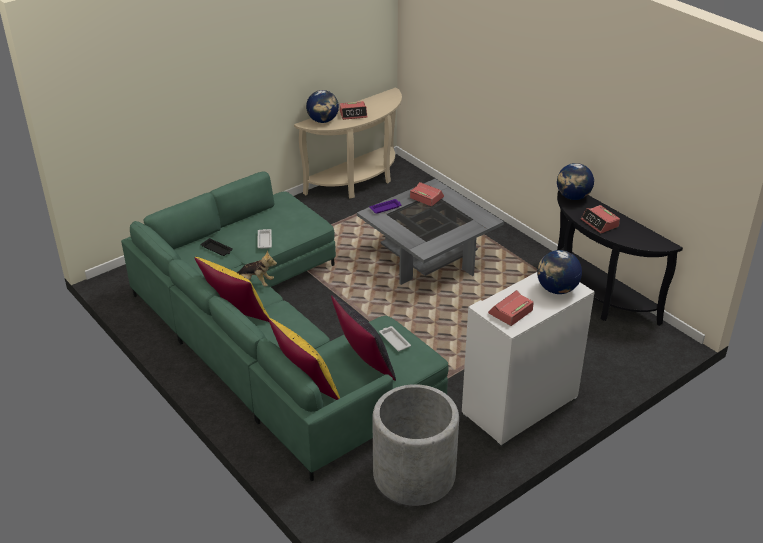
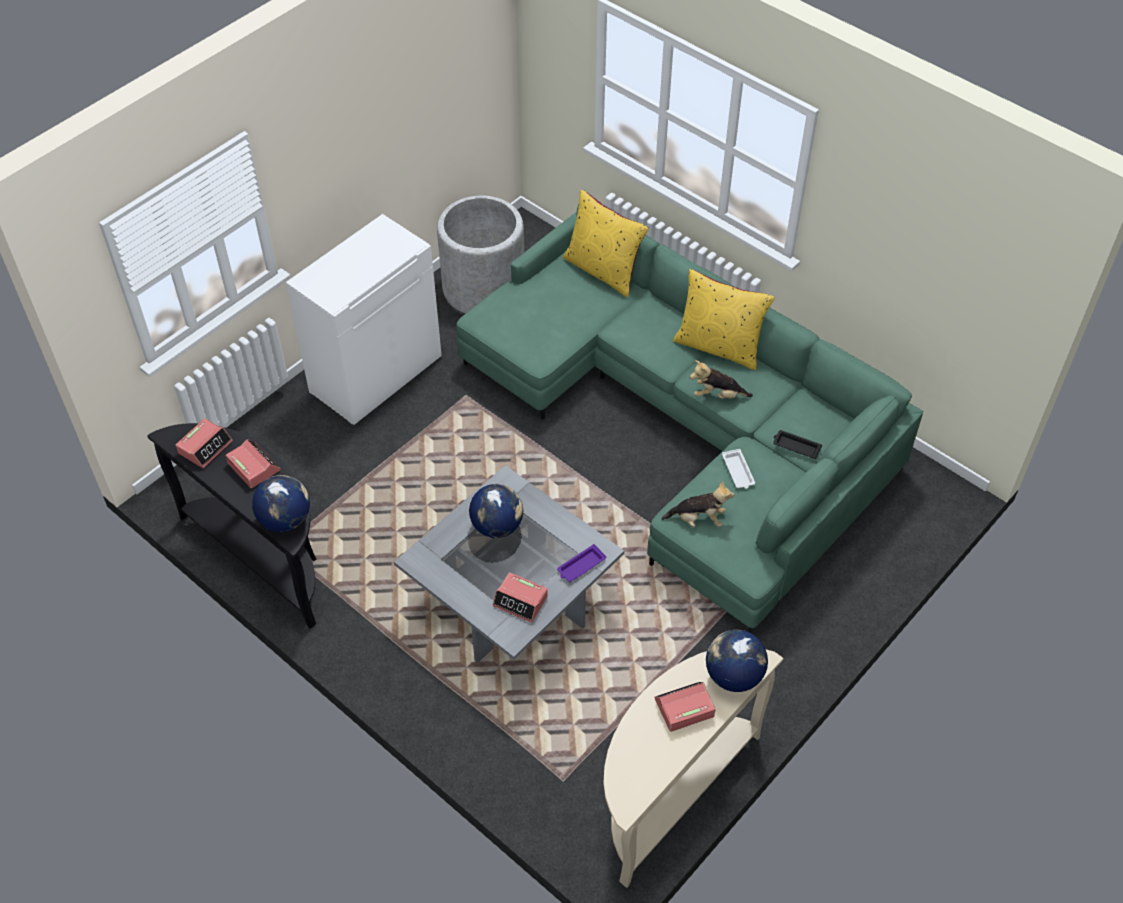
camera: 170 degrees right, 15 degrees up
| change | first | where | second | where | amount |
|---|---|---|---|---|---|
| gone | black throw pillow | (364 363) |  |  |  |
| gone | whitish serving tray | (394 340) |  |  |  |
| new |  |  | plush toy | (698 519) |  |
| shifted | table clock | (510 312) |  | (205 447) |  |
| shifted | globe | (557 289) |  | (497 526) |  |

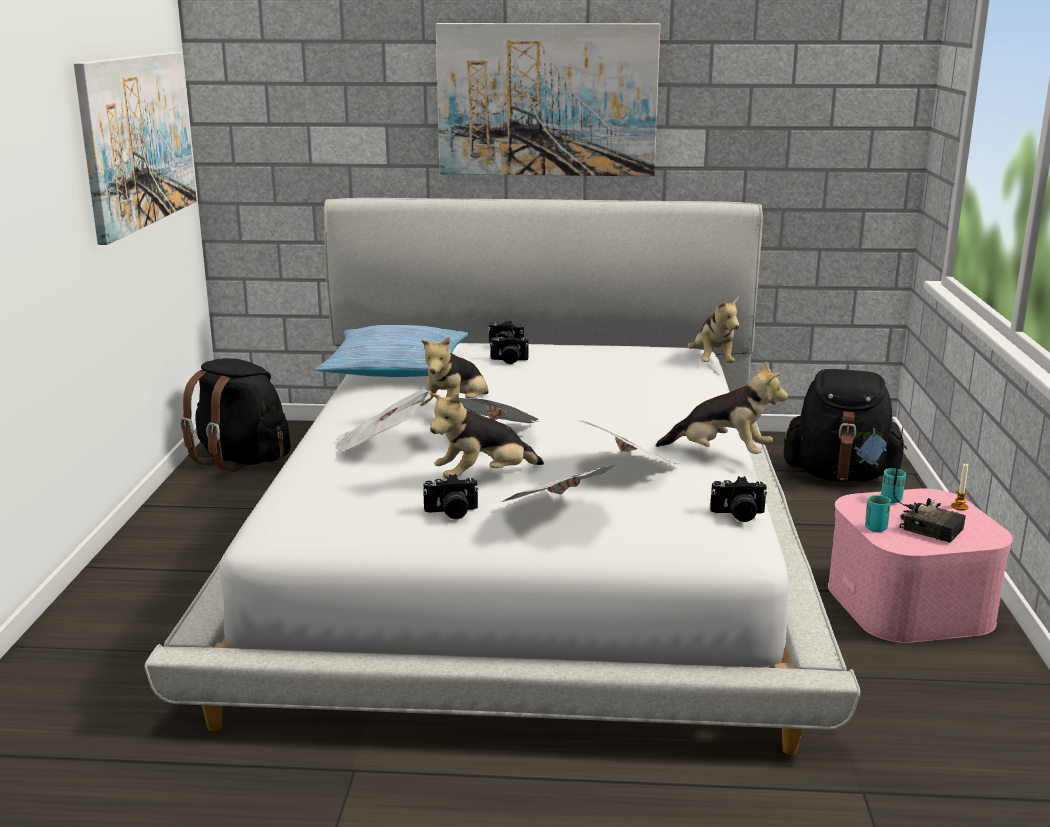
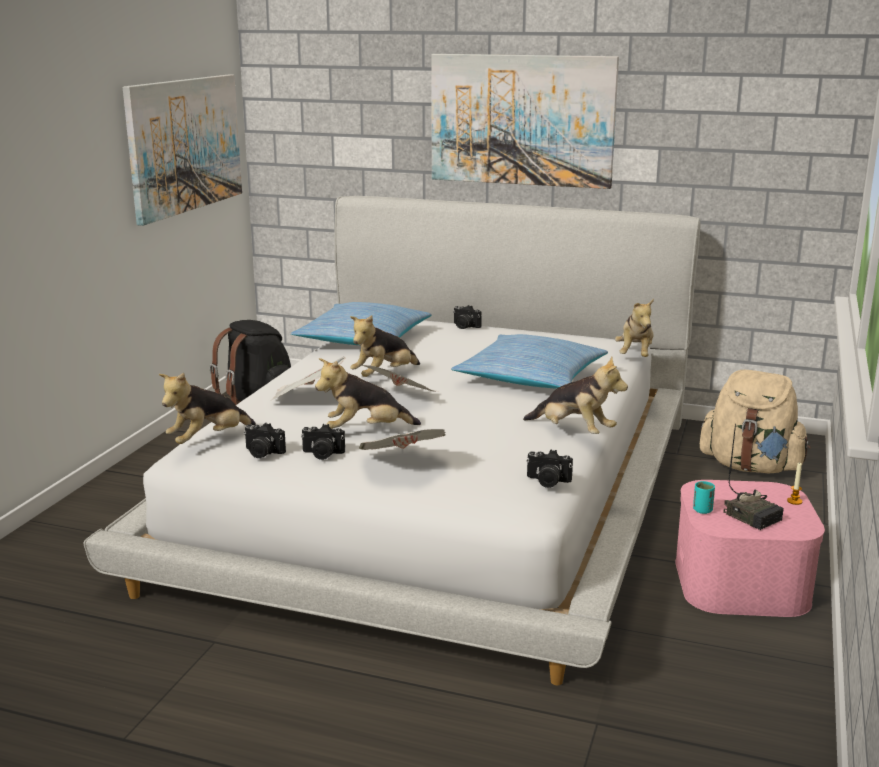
camera: 15 degrees right, 0 degrees up
| change | first | where | second | where | amount |
|---|---|---|---|---|---|
| gone | printed paper | (628 469) |  |  |  |
| gone | turquoise cup | (891 500) |  |  |  |
| new |  |  | plush toy | (208 440) |  |
| new |  |  | throw pillow | (530 377) |  |
| shifted | photo camera | (508 361) |  | (262 453) |  |
| repainted | black knapsack | (840 475) | beige-coloured knapsack | (751 467) |  |

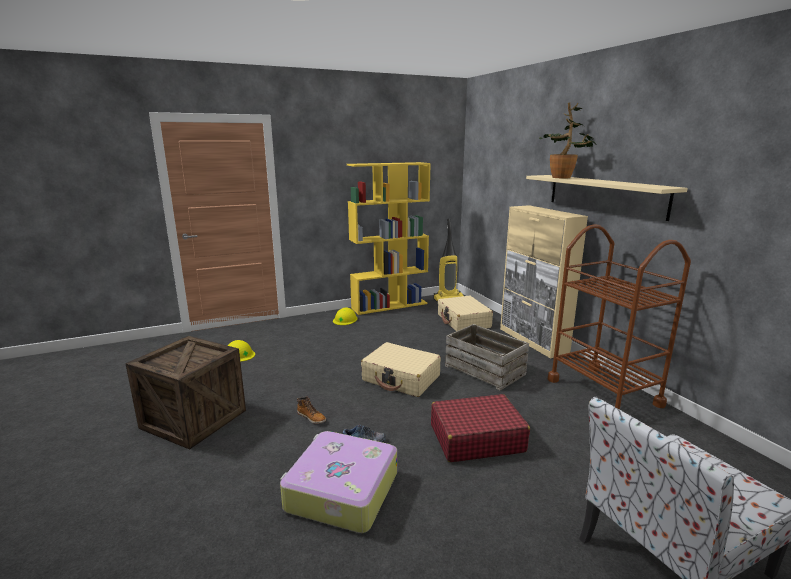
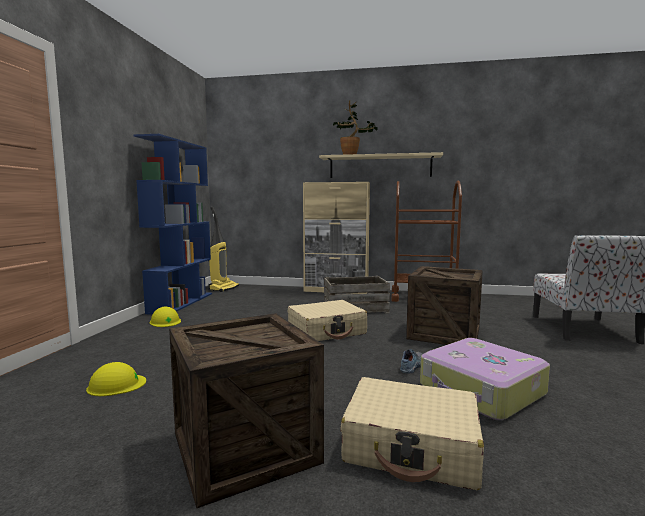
camera: 55 degrees left, 10 degrees down
| change | first | where | second | where | amount |
|---|---|---|---|---|---|
| gone | tall boot | (312 417) |  |  |  |
| shifted | beige-coloured piece of luggage | (463 321) |  | (412 447) |  |
| swapped | red-coloured piece of luggage | (476 438) | shipping crate | (444 333) |  |
| repainted | yellow-coloured shelving unit | (389 305) | blue-coloured shelving unit | (181 303) |  |

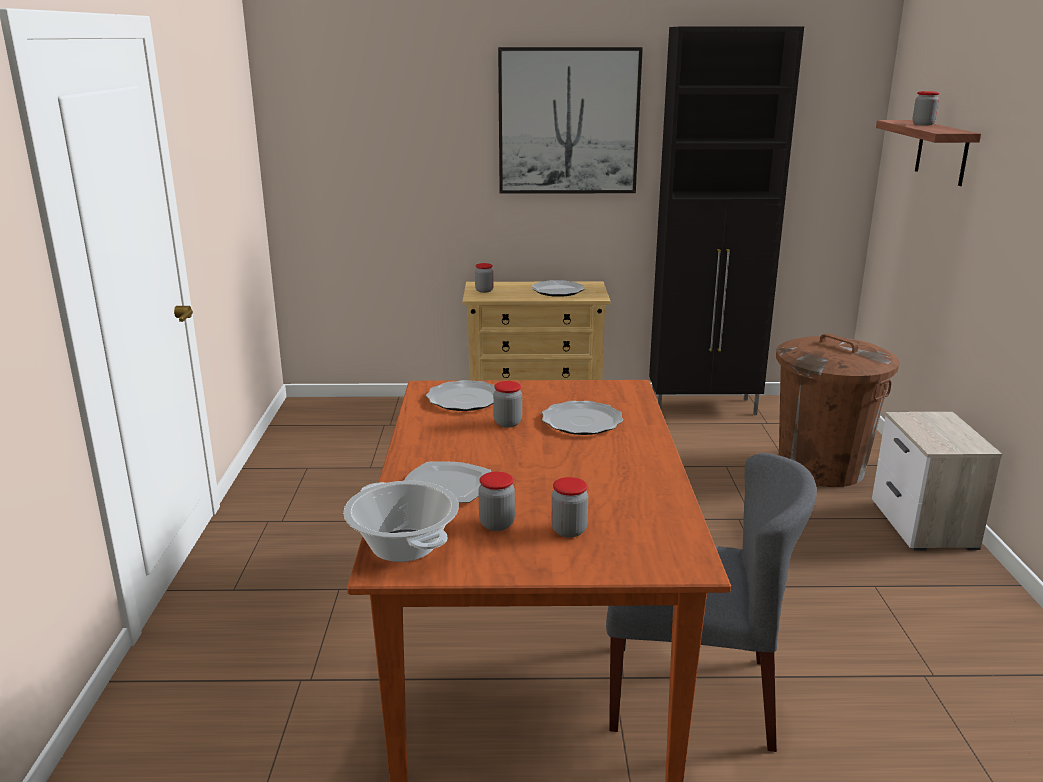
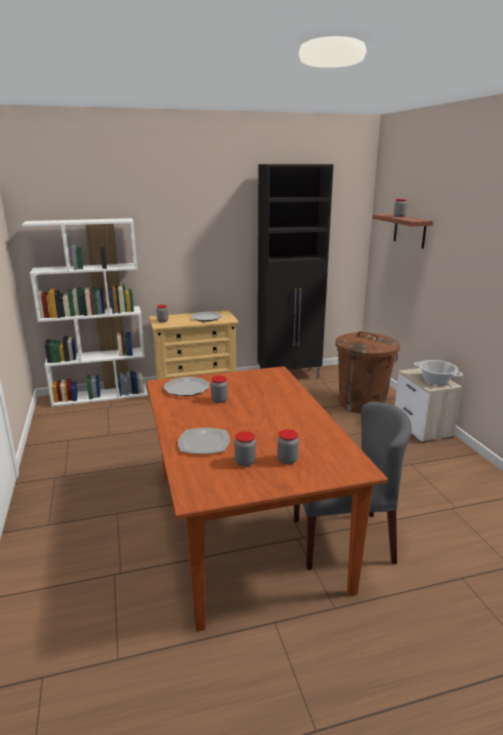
camera: 15 degrees left, 0 degrees up
| change | first | where | second | where | amount |
|---|---|---|---|---|---|
| gone | wall picture | (568 121) |  |  |  |
| gone | plate | (582 421) |  |  |  |
| new |  |  | whitish shelving unit | (101 395) |  |
| shifted | saucepot | (403 546) |  | (435 380) |  |

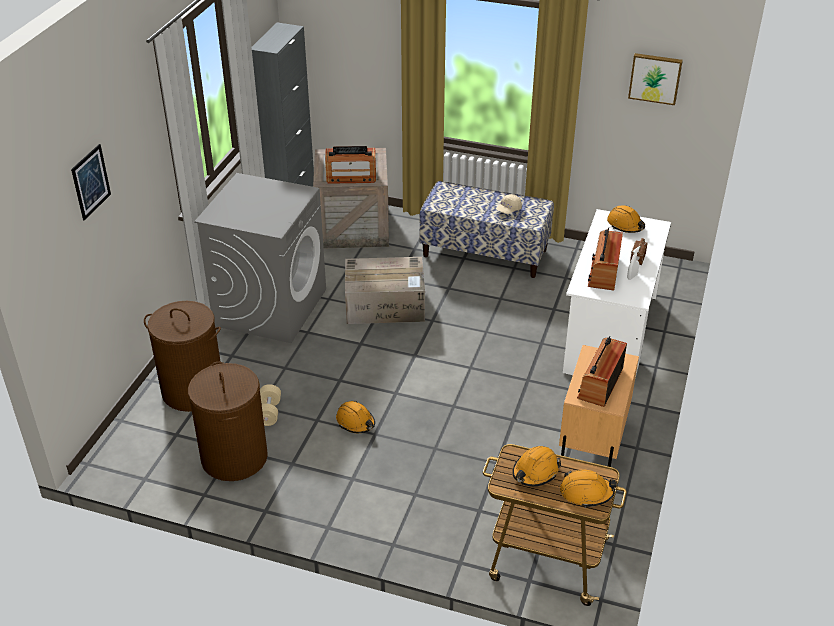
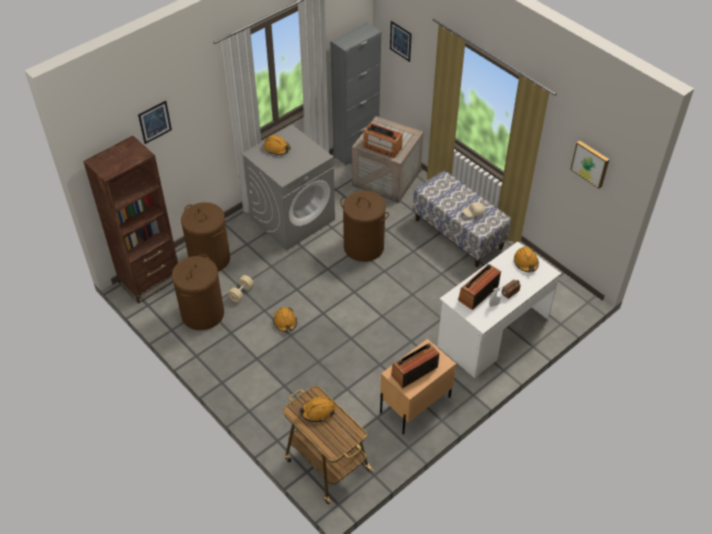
camera: 30 degrees right, 10 degrees up
| change | first | where | second | where | amount |
|---|---|---|---|---|---|
| new |  |  | brown shelving unit | (150 280) |  |
| new |  |  | wall picture | (400 41) |  |
| shifted | orange-coloured work helmet | (586 493) |  | (277 148) |  |
| swapped | carton | (386 305) | brown hamper | (364 247) |  |

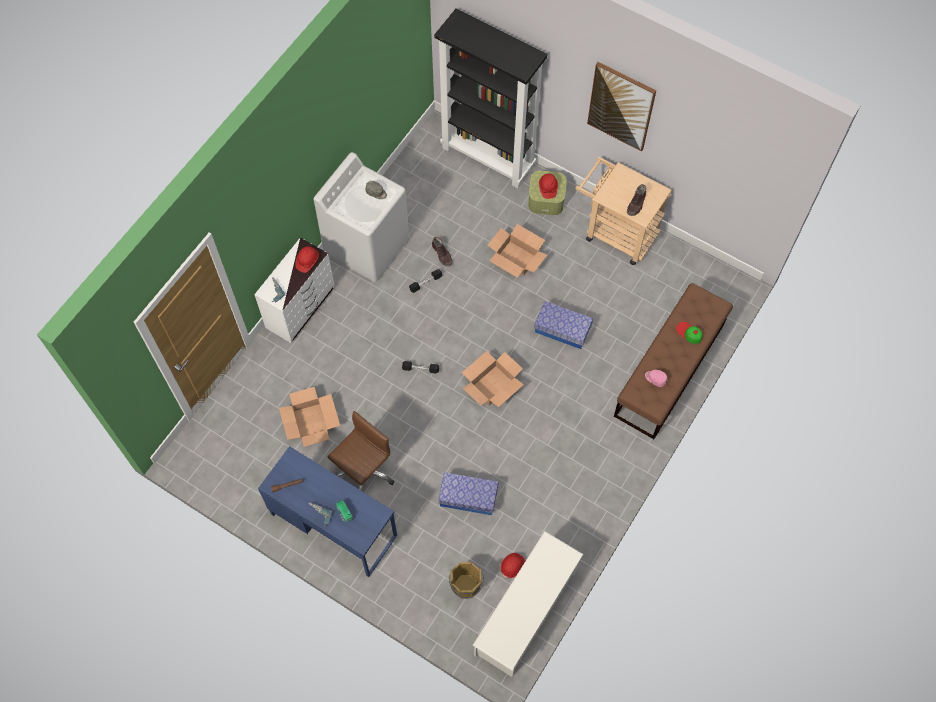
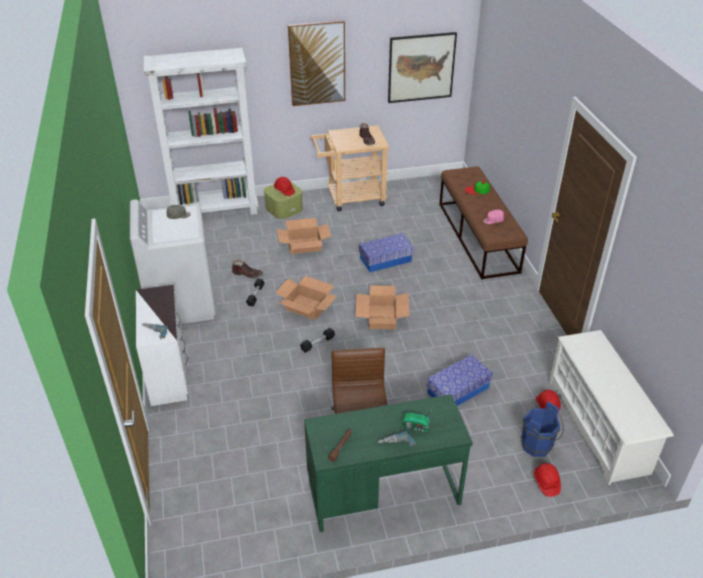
camera: 45 degrees left, 25 degrees down
| change | first | where | second | where | amount |
|---|---|---|---|---|---|
| new |  |  | wall picture | (421 67) |  |
| shifted | carton | (311 423) |  | (307 307) |  |
| shifted | red-coloured work helmet | (307 261) |  | (546 483) |  |
| repainted | blue-coloured desk unit | (334 524) | green desk unit | (383 492) |  |
| repainted | black shelving unit | (488 157) | whitish shelving unit | (216 211) |  |
| repainted | brown water bucket | (466 588) | blue-coloured water bucket | (538 447) |  |

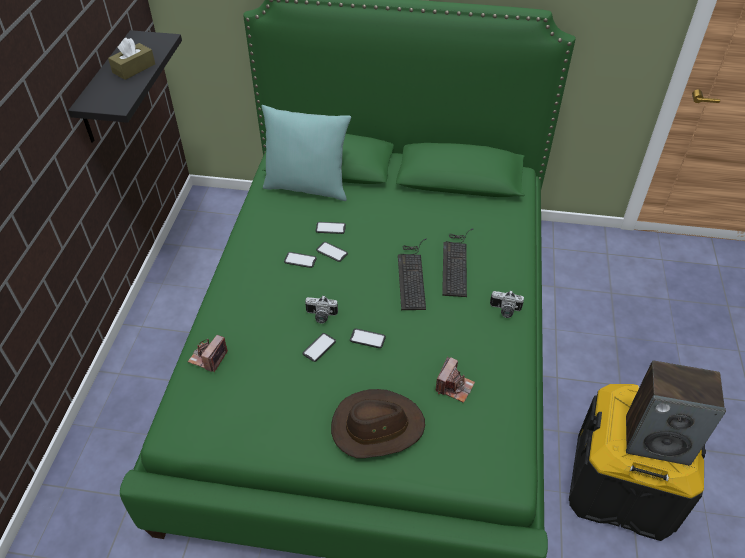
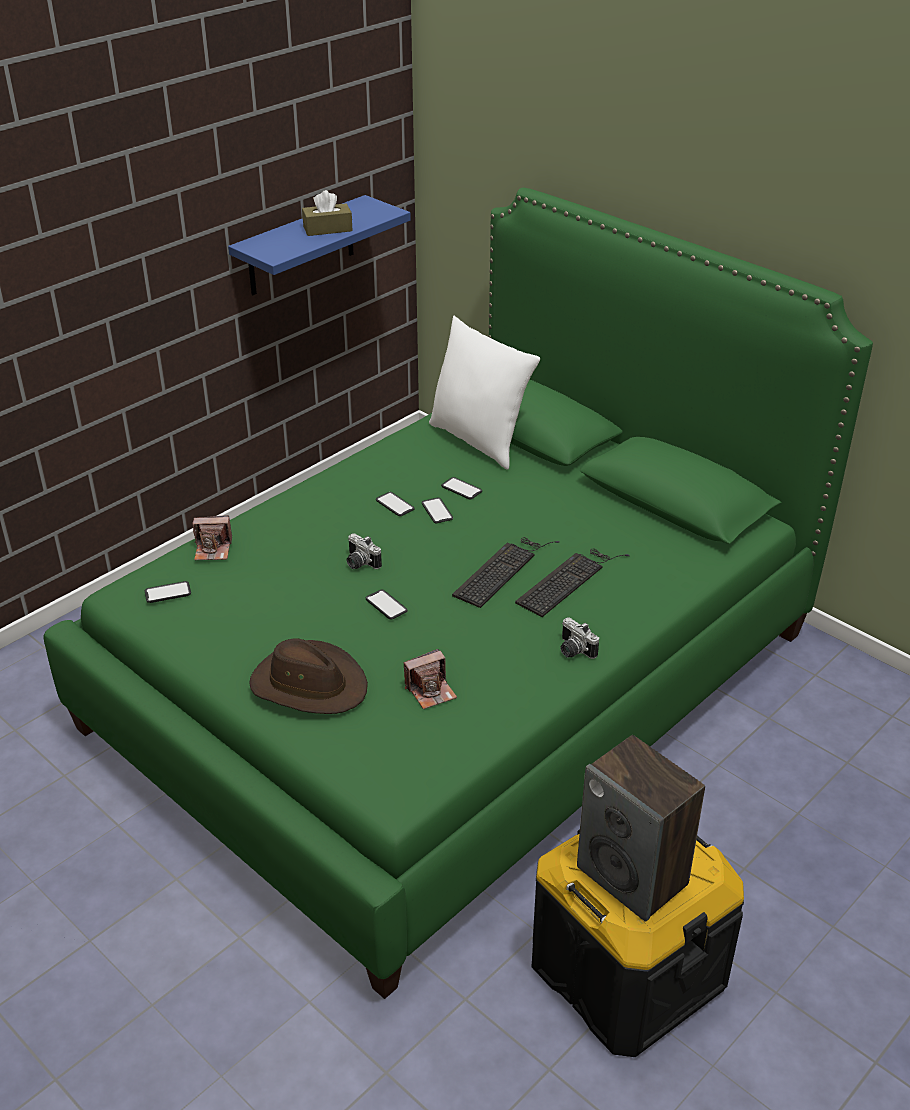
camera: 35 degrees right, 10 degrees down
| change | first | where | second | where | amount |
|---|---|---|---|---|---|
| shifted | telephone | (319 347) |  | (168 593) |  |
| repainted | black wall shelf | (107 89) | blue-coloured wall shelf | (301 246) |  |
| repainted | turquoise throw pillow | (307 187) | whitish throw pillow | (479 440) |  |
| rotated | photo camera | (208 358) |  | (213 549) | 150 degrees counterclockwise |

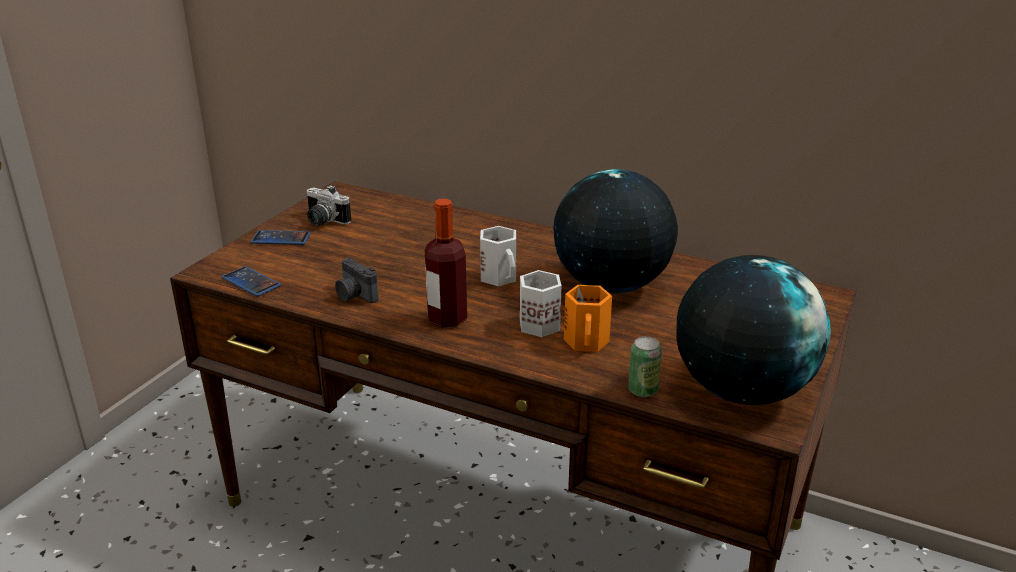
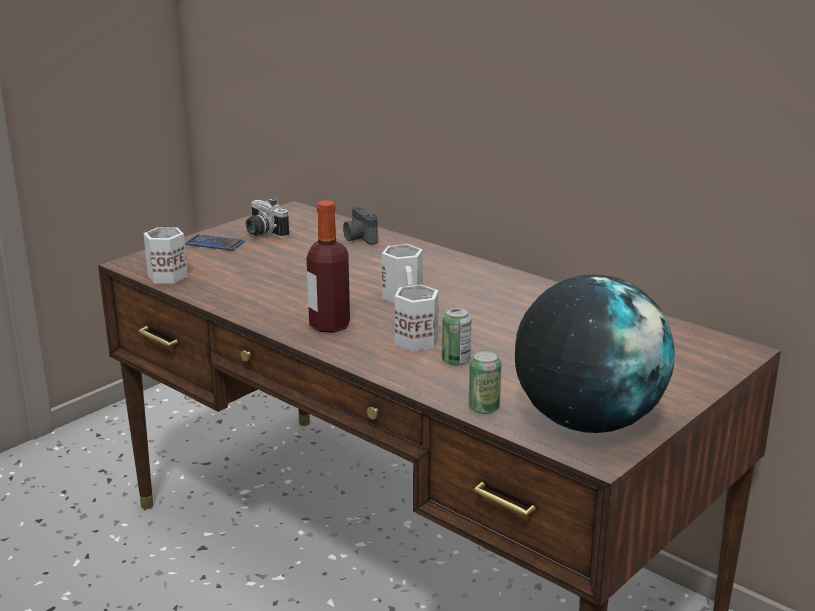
camera: 15 degrees right, 5 degrees down
| change | first | where | second | where | amount |
|---|---|---|---|---|---|
| gone | globe | (611 285) |  |  |  |
| shifted | photo camera | (354 296) |  | (359 238) |  |
| swapped | telephone | (251 282) | whitish tea mug | (166 276) |  |
| swapped | orange-coloured tea mug | (588 341) | can | (456 360) |  |

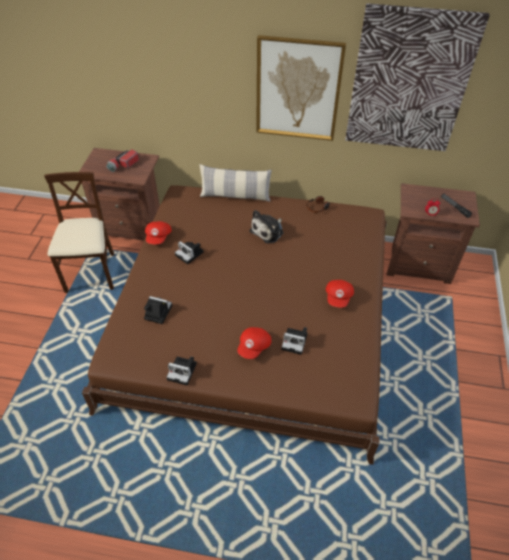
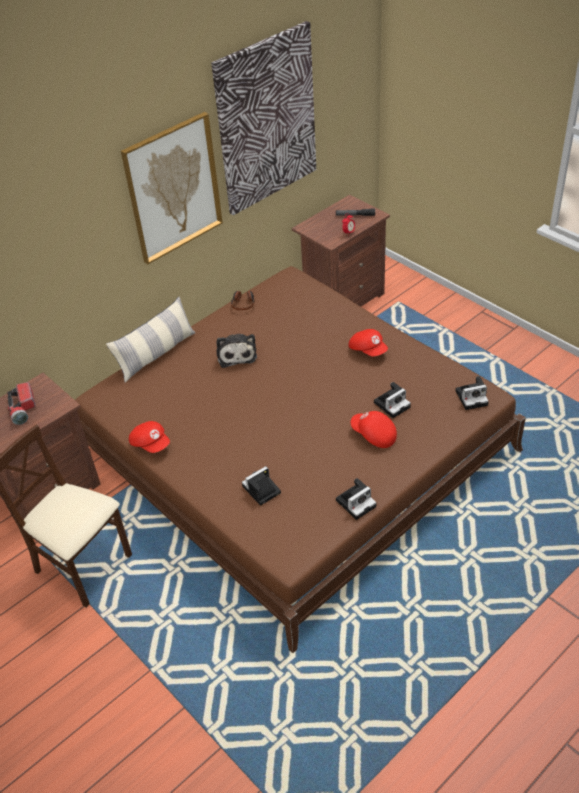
camera: 50 degrees left, 5 degrees down
| change | first | where | second | where | amount |
|---|---|---|---|---|---|
| shifted | photo camera | (190 254) |  | (472 397) |  |
| rotated | red-coloured peaked cap | (254 347) |  | (373 435) | 150 degrees clockwise |

